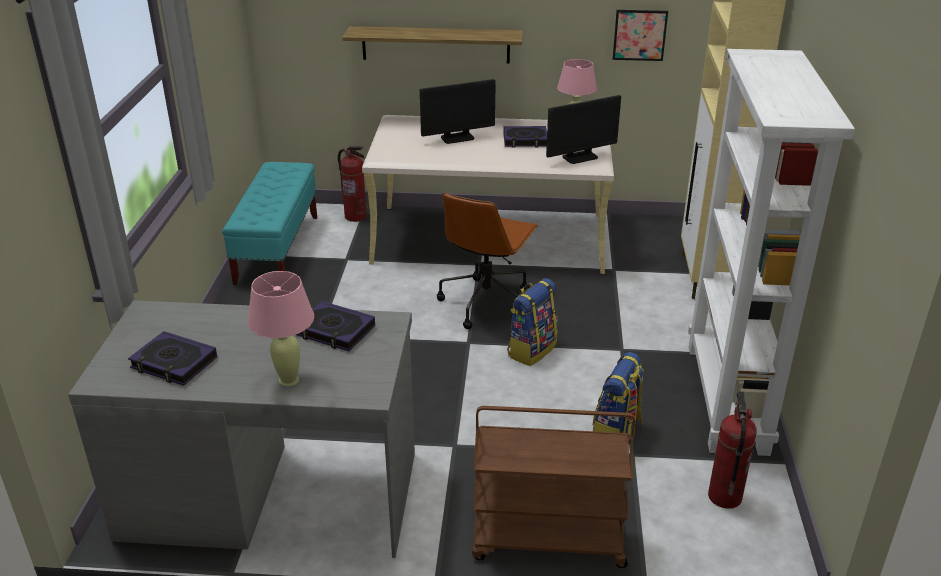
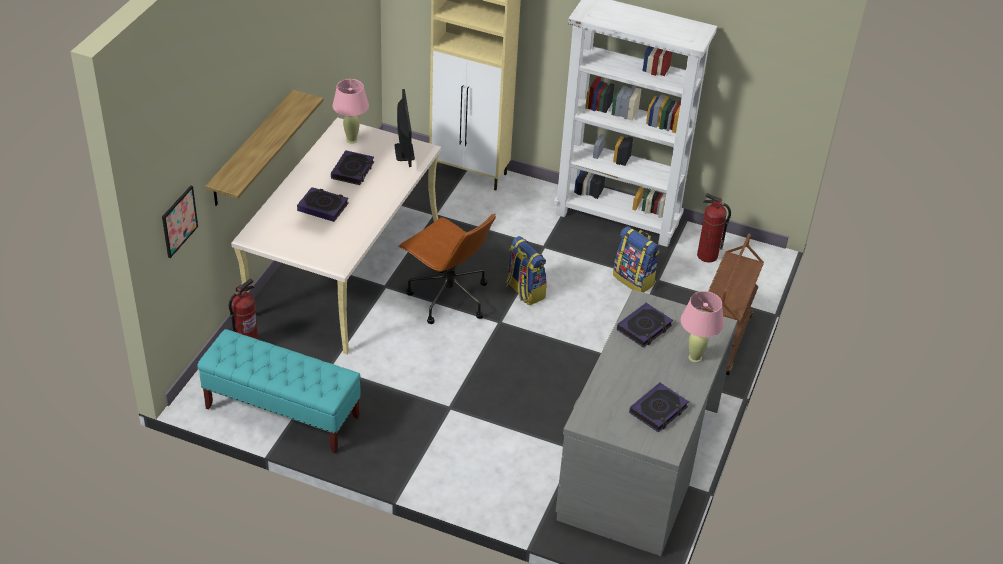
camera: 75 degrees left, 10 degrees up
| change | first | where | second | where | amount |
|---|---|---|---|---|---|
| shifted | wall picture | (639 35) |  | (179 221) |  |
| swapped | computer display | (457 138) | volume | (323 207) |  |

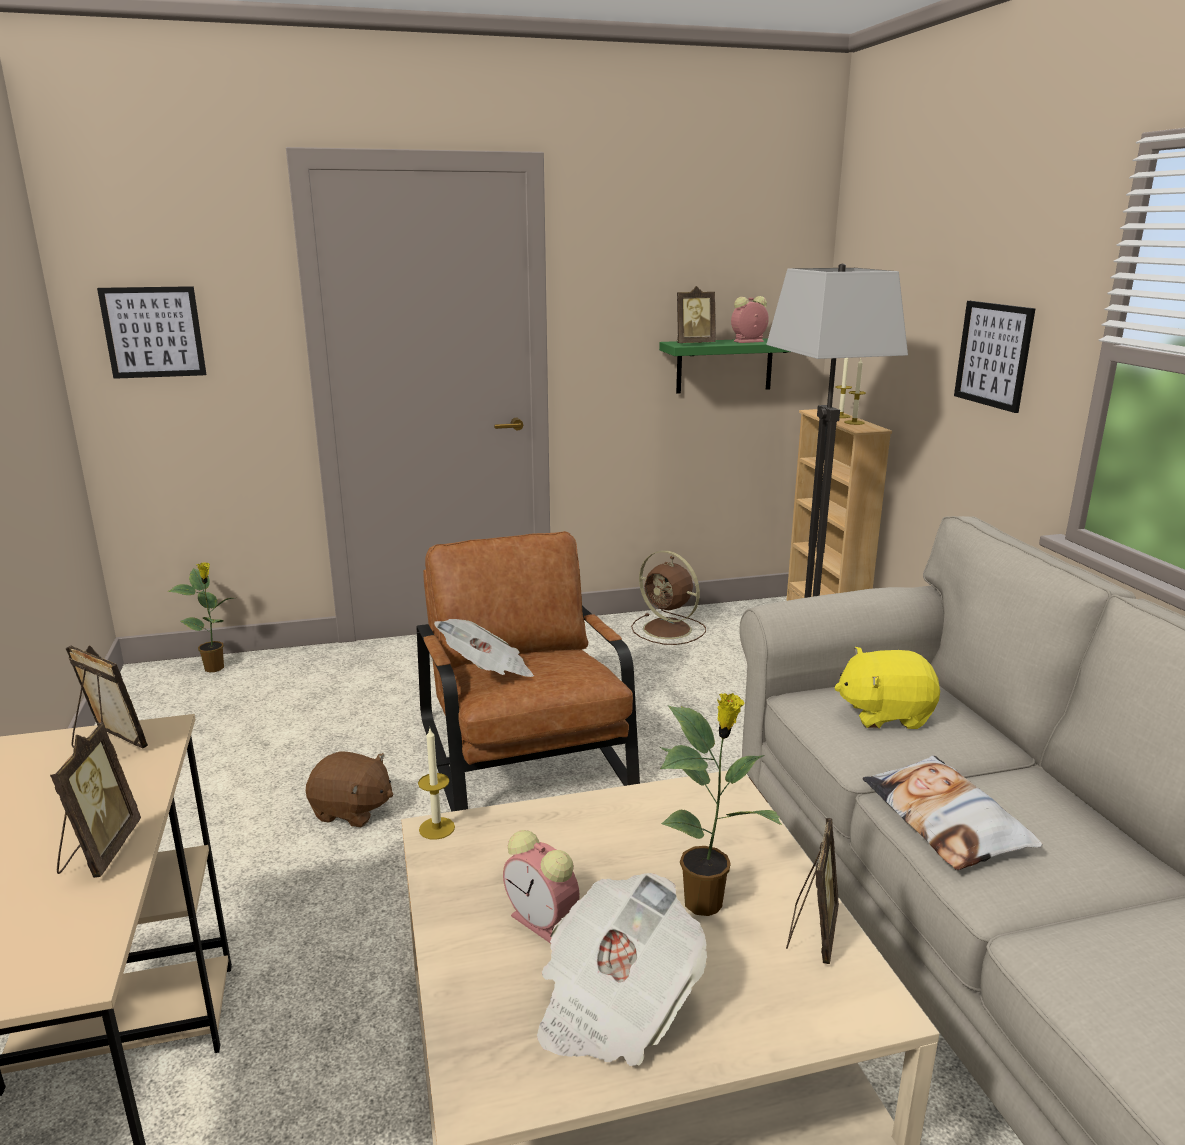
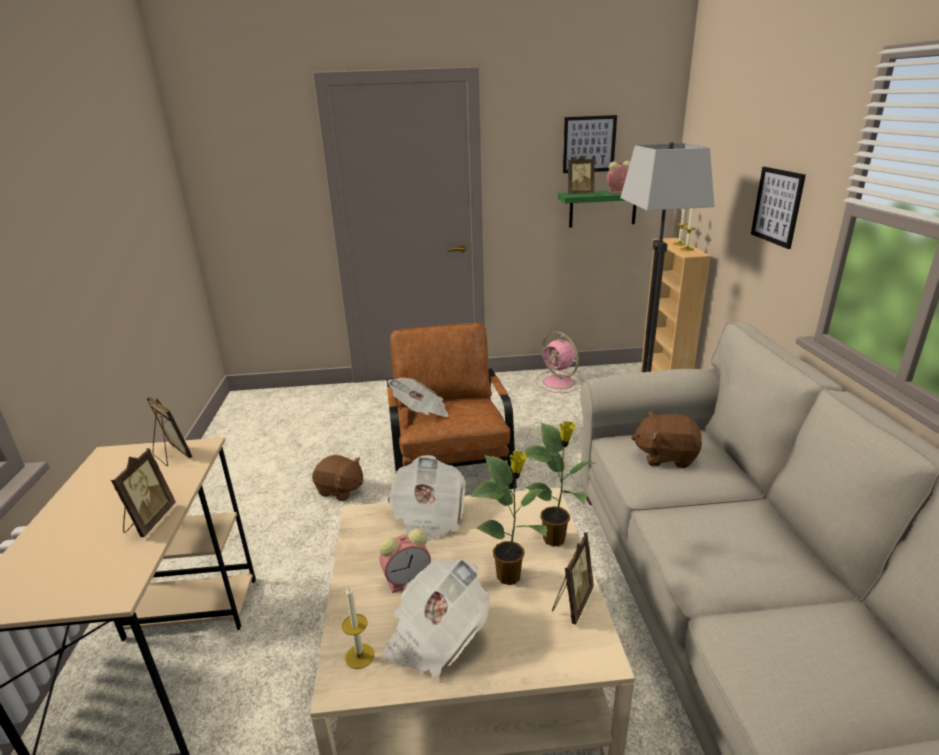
camera: 10 degrees right, 5 degrees up
| change | first | where | second | where | amount |
|---|---|---|---|---|---|
| gone | throw pillow | (945 821) |  |  |  |
| new |  |  | printed paper | (428 517) |  |
| shifted | wall picture | (153 332) |  | (589 144) |  |
| shifted | plant in a pot | (215 668) |  | (556 539) |  |
| shifted | wax candle | (437 828) |  | (359 656) |  |
| repainted | brown cooling fan | (669 630) | pink cooling fan | (559 382) |  |
| repainted | yellow-coloured plush toy | (884 714) | brown plush toy | (665 456) |  |
| rotated | table clock | (544 923) |  | (408 580) | 75 degrees counterclockwise |

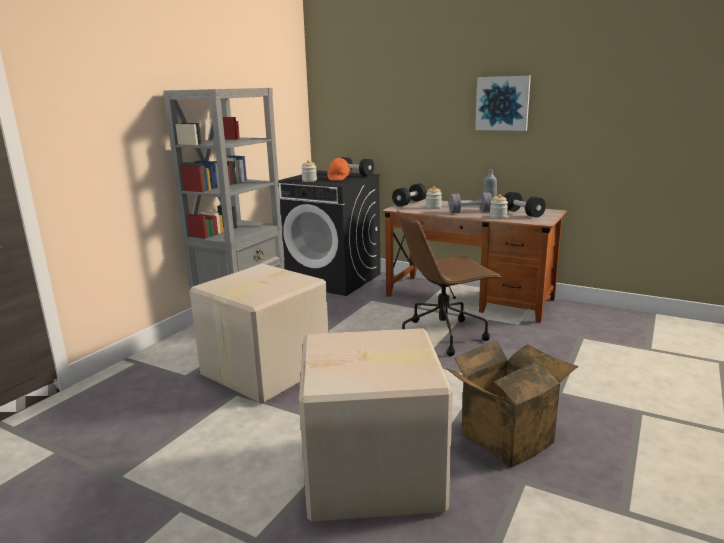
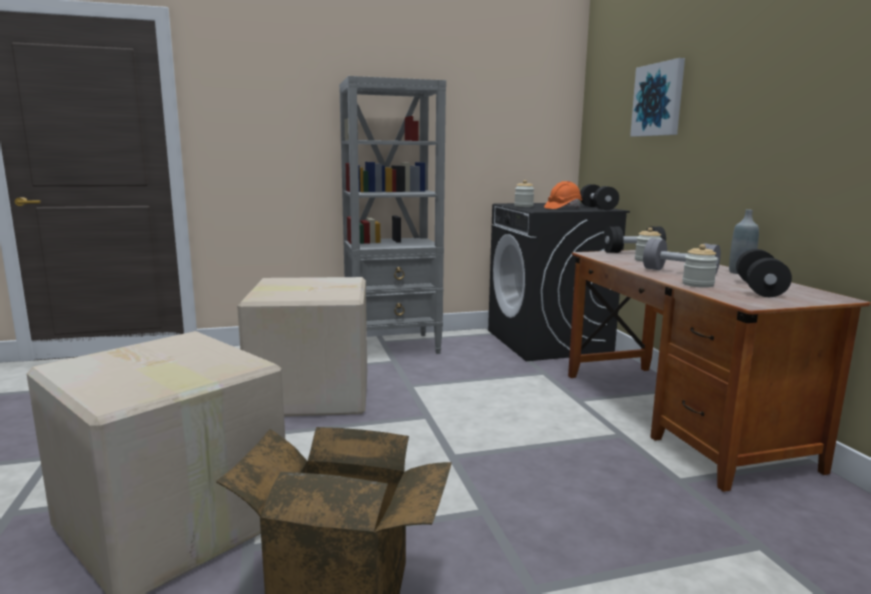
camera: 45 degrees right, 5 degrees down
| change | first | where | second | where | amount |
|---|---|---|---|---|---|
| gone | brown computer chair | (443 335) |  |  |  |
| shifted | wall picture | (502 103) |  | (658 100) |  |

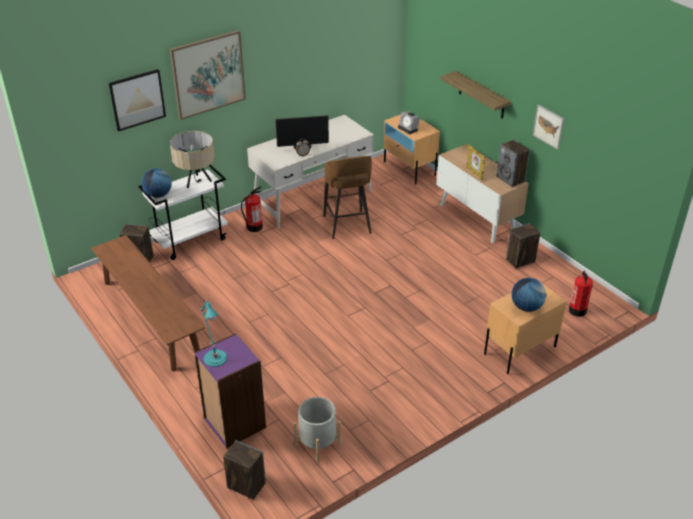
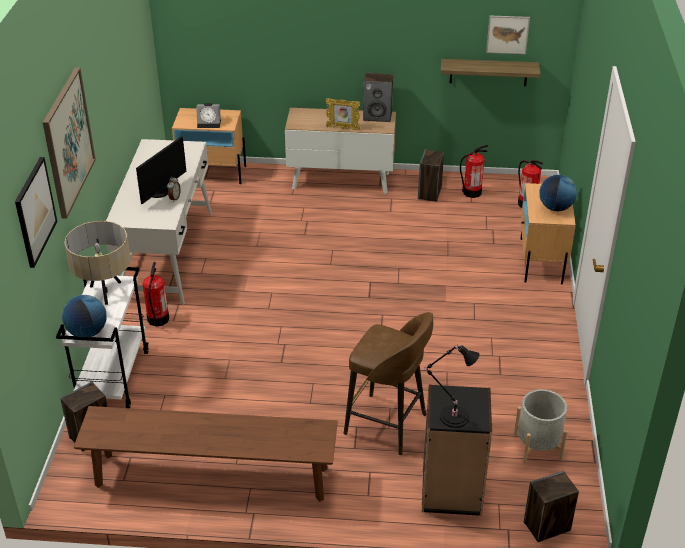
camera: 50 degrees left, 0 degrees up
| change | first | where | second | where | amount |
|---|---|---|---|---|---|
| new |  |  | fire extinguisher | (471 192) |  |
| shifted | brown sitting stool | (347 225) |  | (388 425) |  |
| shifted | wall shelf | (481 95) |  | (488 72) |  |
| shifted | wall picture | (548 126) |  | (507 34) |  |
| repainted | purplish shelving unit | (234 423) | black shelving unit | (451 492) |  |
| repainted | turquoise tabletop lamp | (214 357) | black tabletop lamp | (451 416) |  |

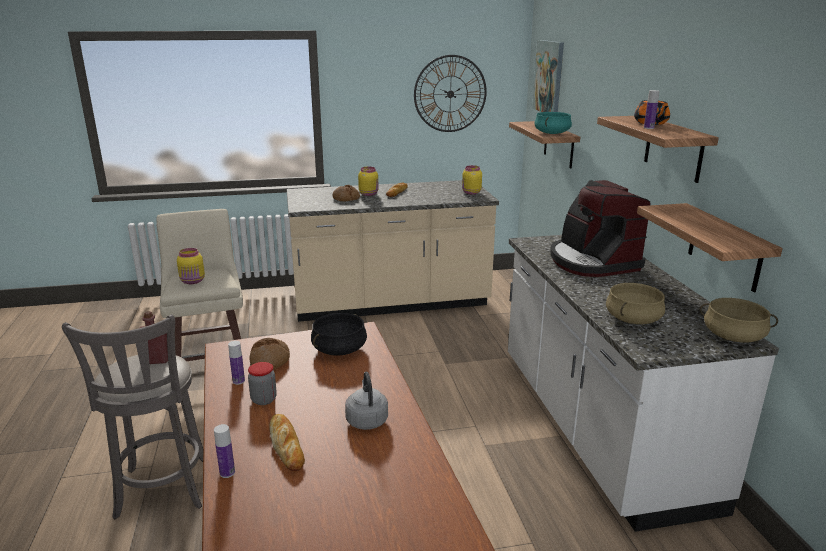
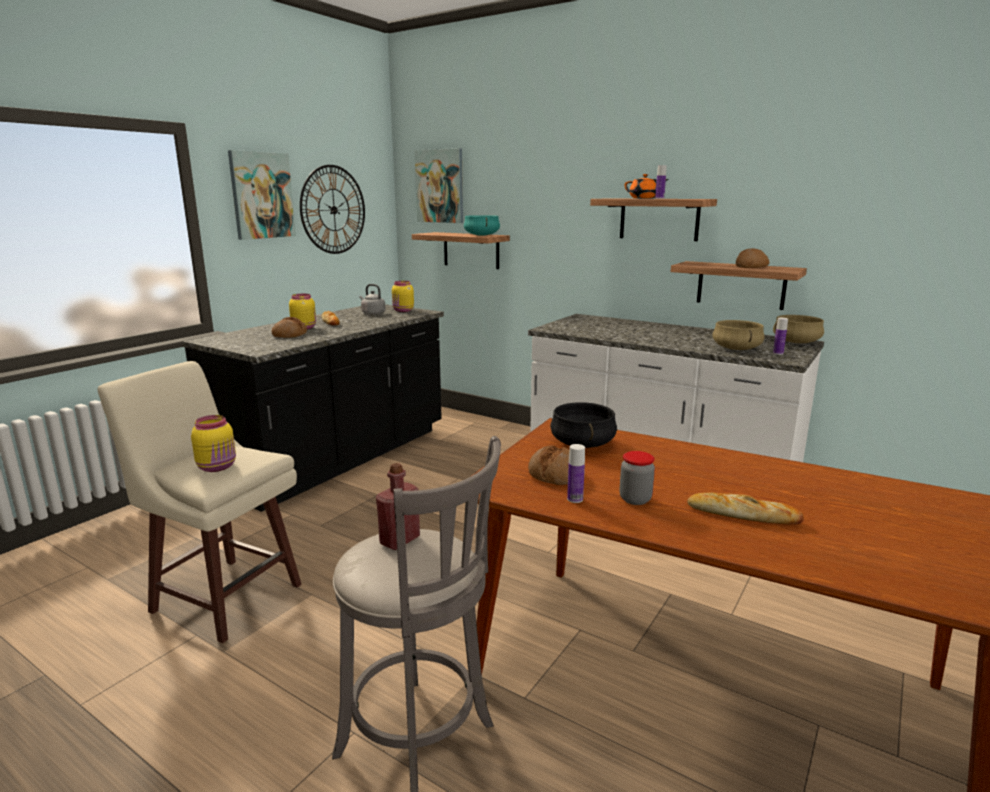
camera: 45 degrees left, 5 degrees down
| change | first | where | second | where | amount |
|---|---|---|---|---|---|
| gone | coffee maker | (592 261) |  |  |  |
| new |  |  | wall picture | (261 195) |  |
| new |  |  | bread | (751 266) |  |
| shifted | drink bottle | (227 473) |  | (778 353) |  |
| shifted | greyish tea kettle | (366 419) |  | (372 313) |  |
| repainted | beige-coloured kitchen base unit | (390 302) | black kitchen base unit | (338 459) |  |

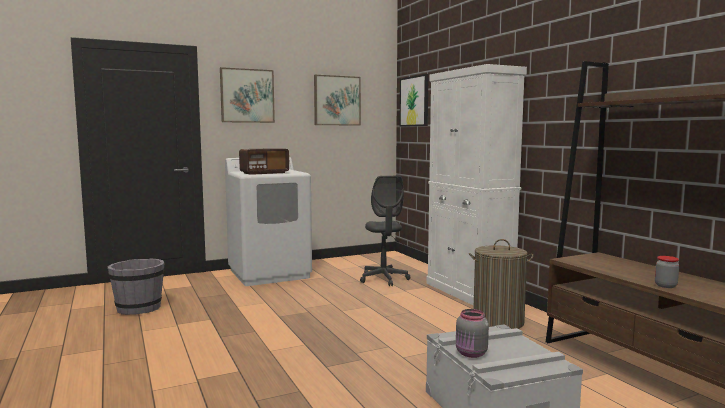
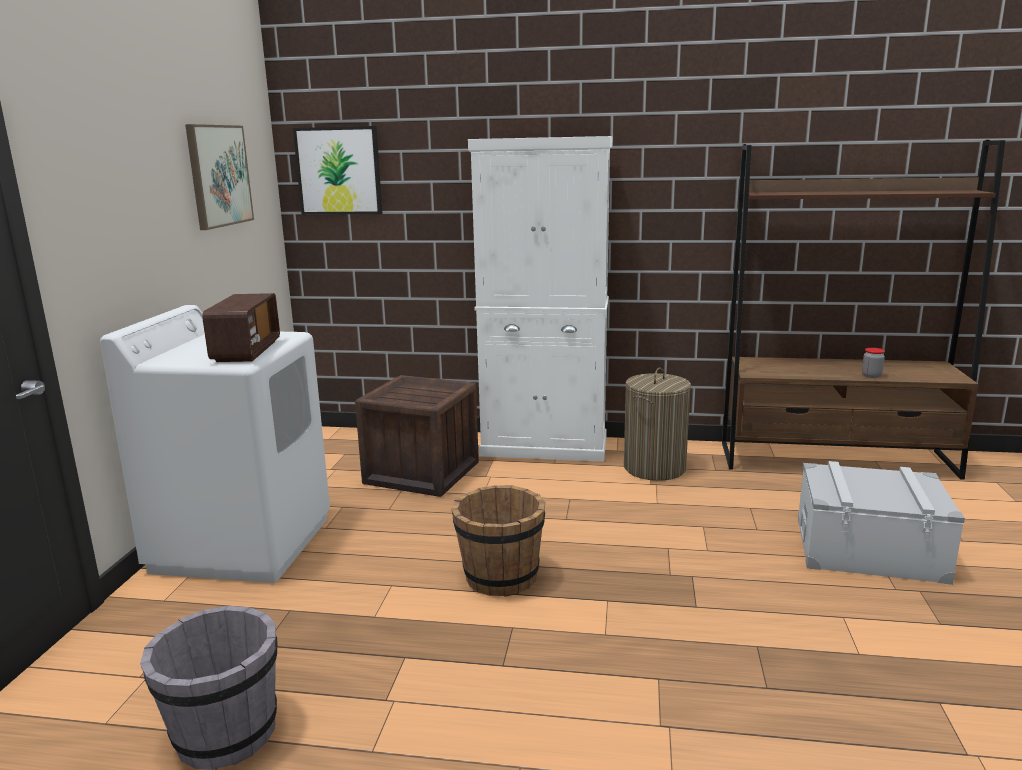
camera: 55 degrees left, 10 degrees up
| change | first | where | second | where | amount |
|---|---|---|---|---|---|
| gone | wall picture | (247 96) |  |  |  |
| gone | greyish preserve jar | (471 354) |  |  |  |
| new |  |  | brown water bucket | (500 577) |  |
| swapped | greyish computer chair | (384 279) | shipping crate | (422 473) |  |

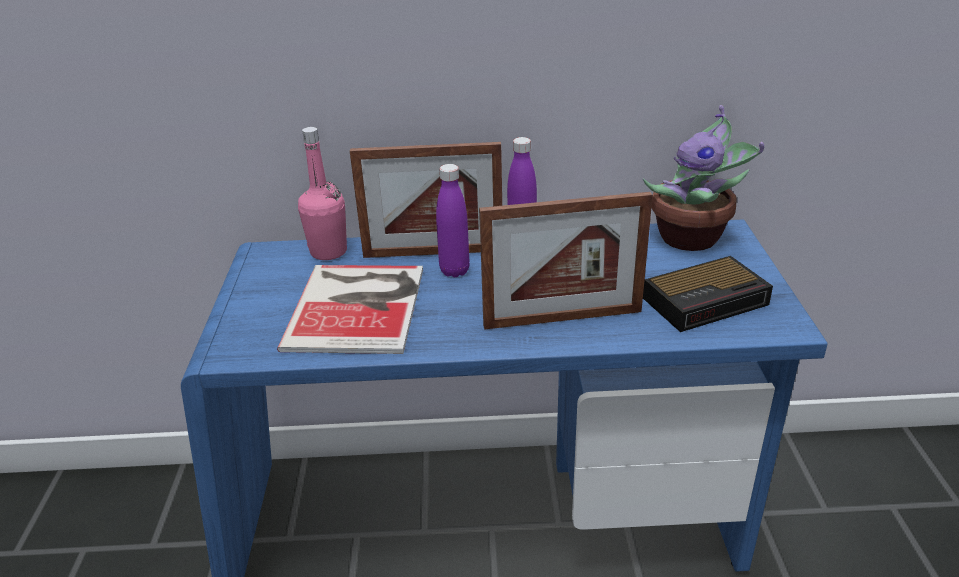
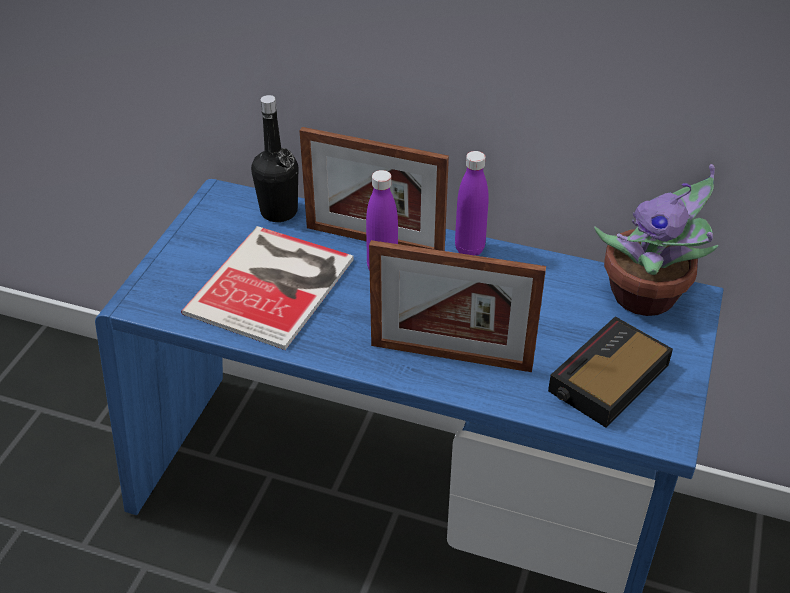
camera: 20 degrees right, 10 degrees up
| change | first | where | second | where | amount |
|---|---|---|---|---|---|
| repainted | pink drink bottle | (328 252) | black drink bottle | (279 212) |  |
| rotated | table clock | (707 301) |  | (607 379) | 135 degrees clockwise |

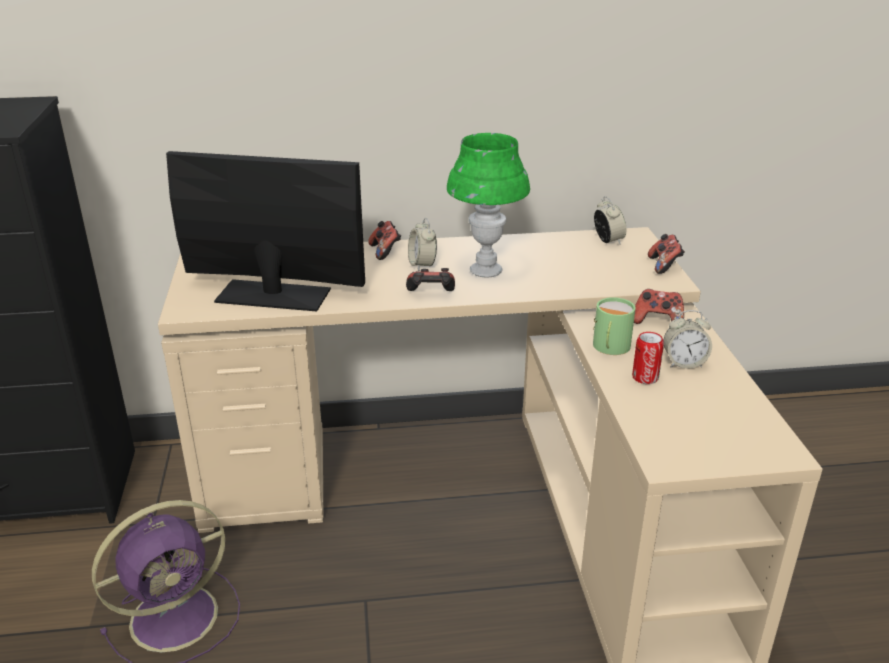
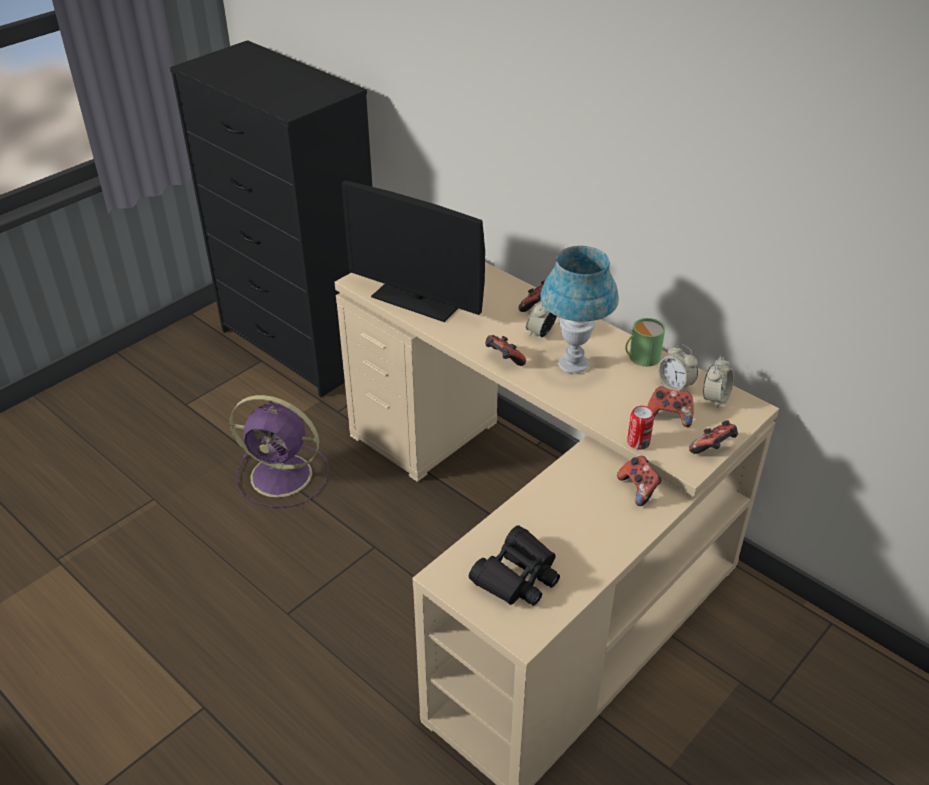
camera: 50 degrees right, 10 degrees up
| change | first | where | second | where | amount |
|---|---|---|---|---|---|
| new |  |  | black pair of binoculars | (517 577) |  |
| new |  |  | game controller | (669 416) |  |
| shifted | green tea mug | (609 347) |  | (641 357) |  |
| shifted | can | (645 377) |  | (638 442) |  |
| shifted | table clock | (684 363) |  | (675 385) |  |
| repainted | green tabletop lamp | (486 271) | blue-coloured tabletop lamp | (573 365) |  |
| rotated | computer display | (273 295) |  | (417 299) | 150 degrees clockwise |

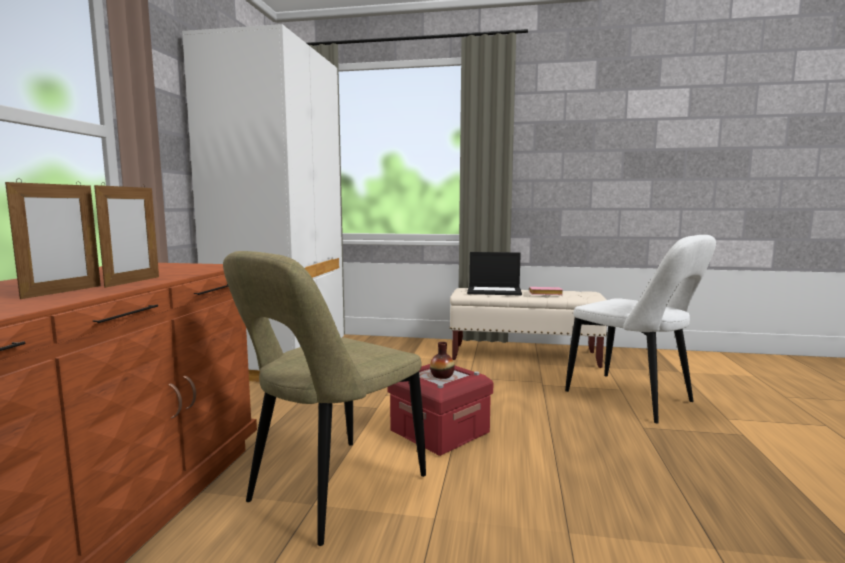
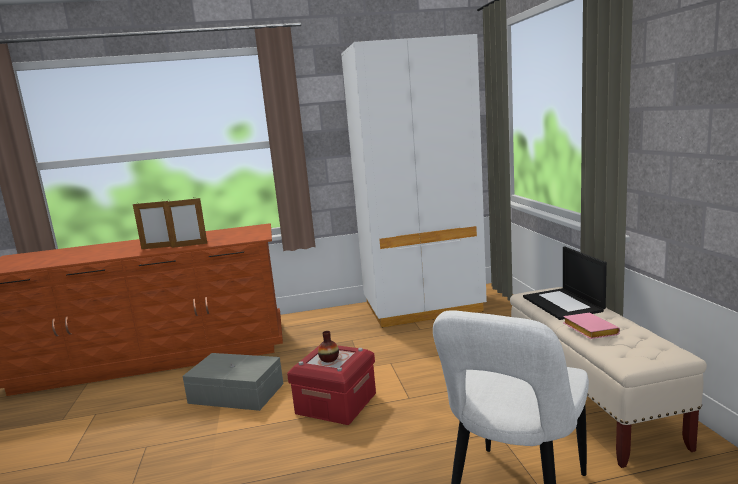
camera: 70 degrees right, 5 degrees up
| change | first | where | second | where | amount |
|---|---|---|---|---|---|
| swapped | beige-coloured chair | (331 492) | greyish storage bin | (236 392) |  |

